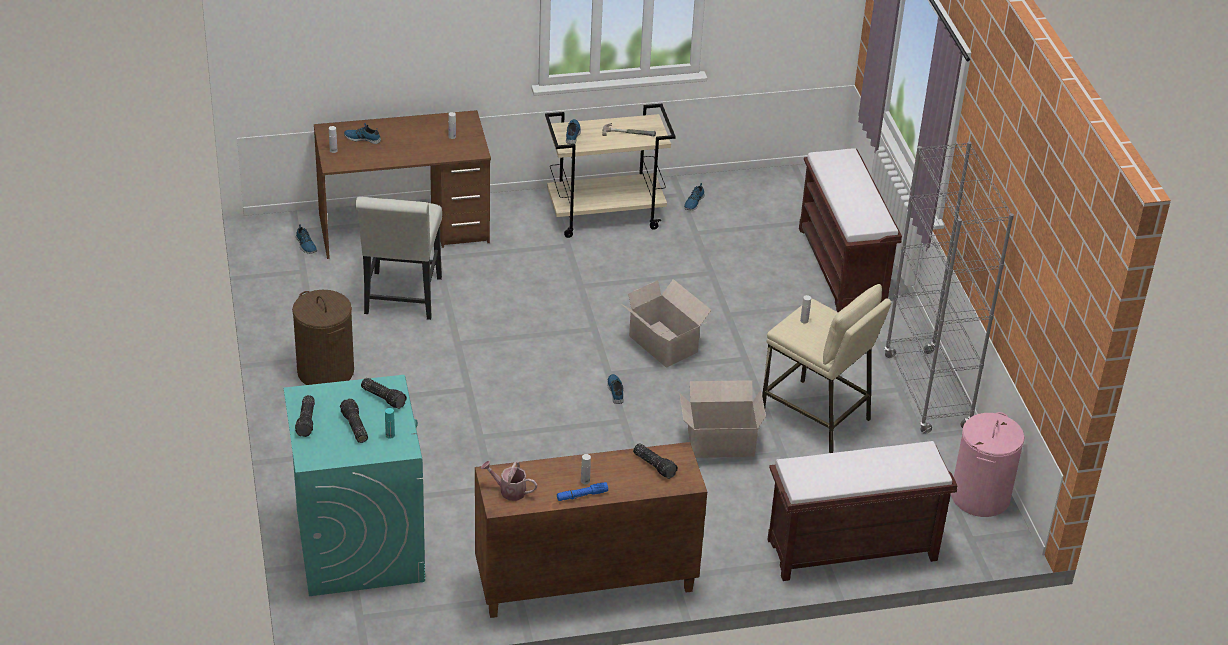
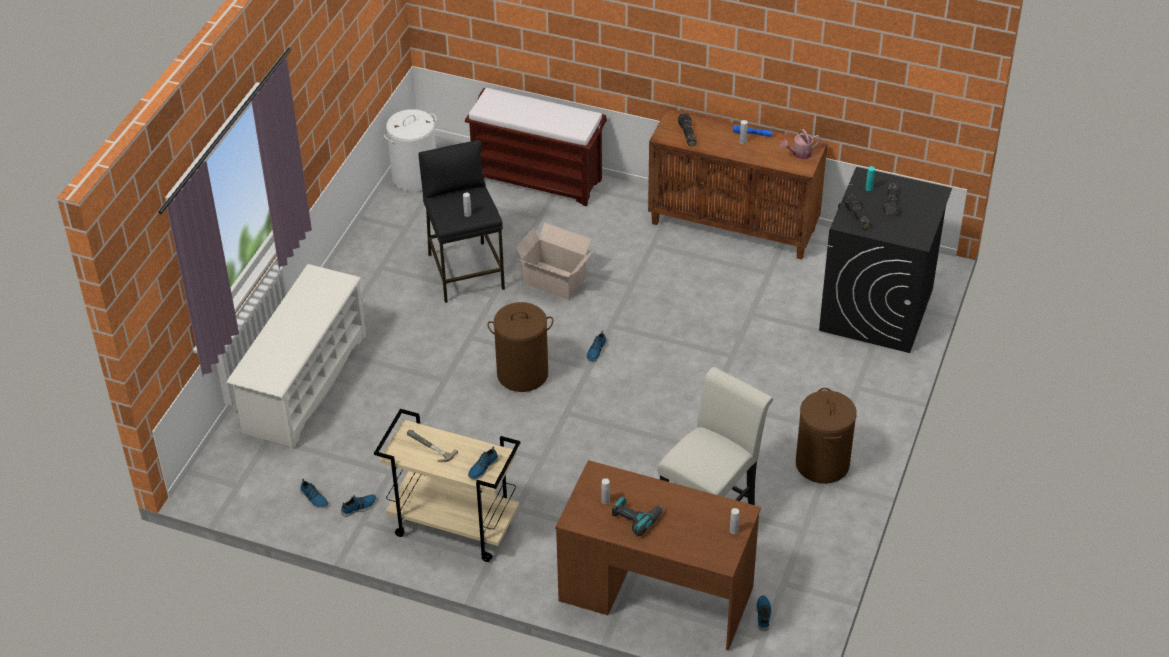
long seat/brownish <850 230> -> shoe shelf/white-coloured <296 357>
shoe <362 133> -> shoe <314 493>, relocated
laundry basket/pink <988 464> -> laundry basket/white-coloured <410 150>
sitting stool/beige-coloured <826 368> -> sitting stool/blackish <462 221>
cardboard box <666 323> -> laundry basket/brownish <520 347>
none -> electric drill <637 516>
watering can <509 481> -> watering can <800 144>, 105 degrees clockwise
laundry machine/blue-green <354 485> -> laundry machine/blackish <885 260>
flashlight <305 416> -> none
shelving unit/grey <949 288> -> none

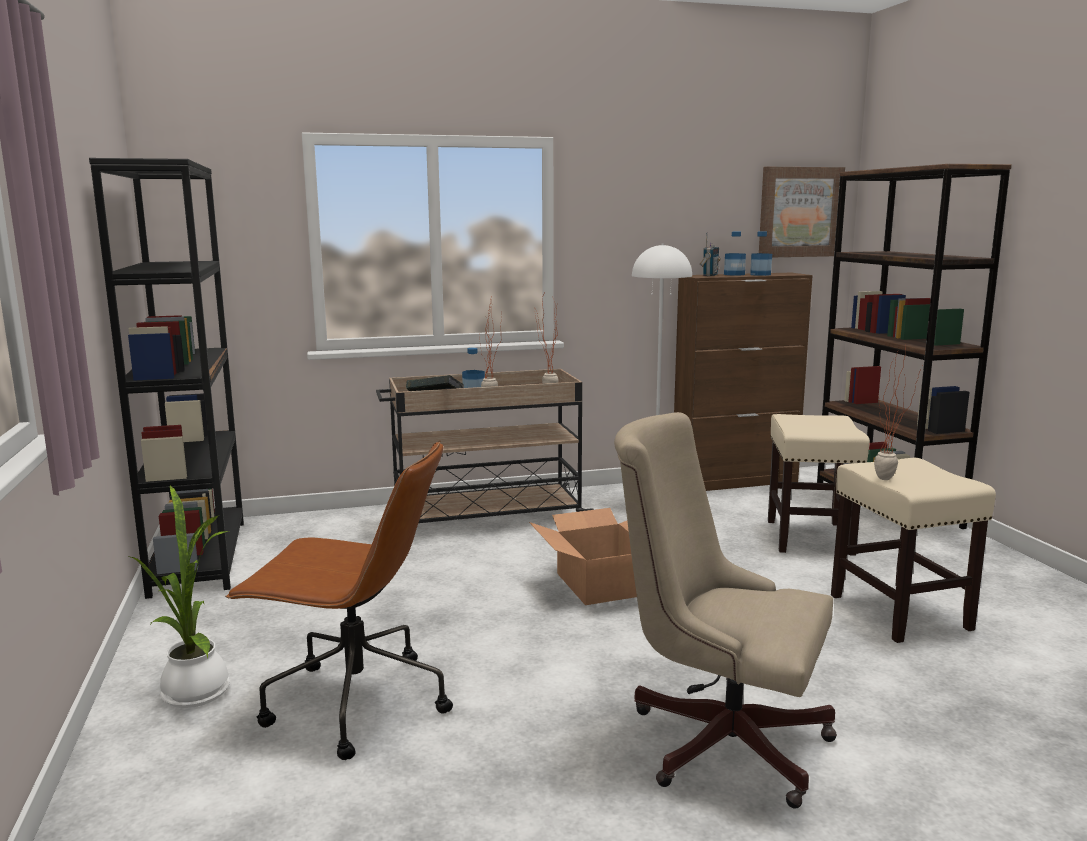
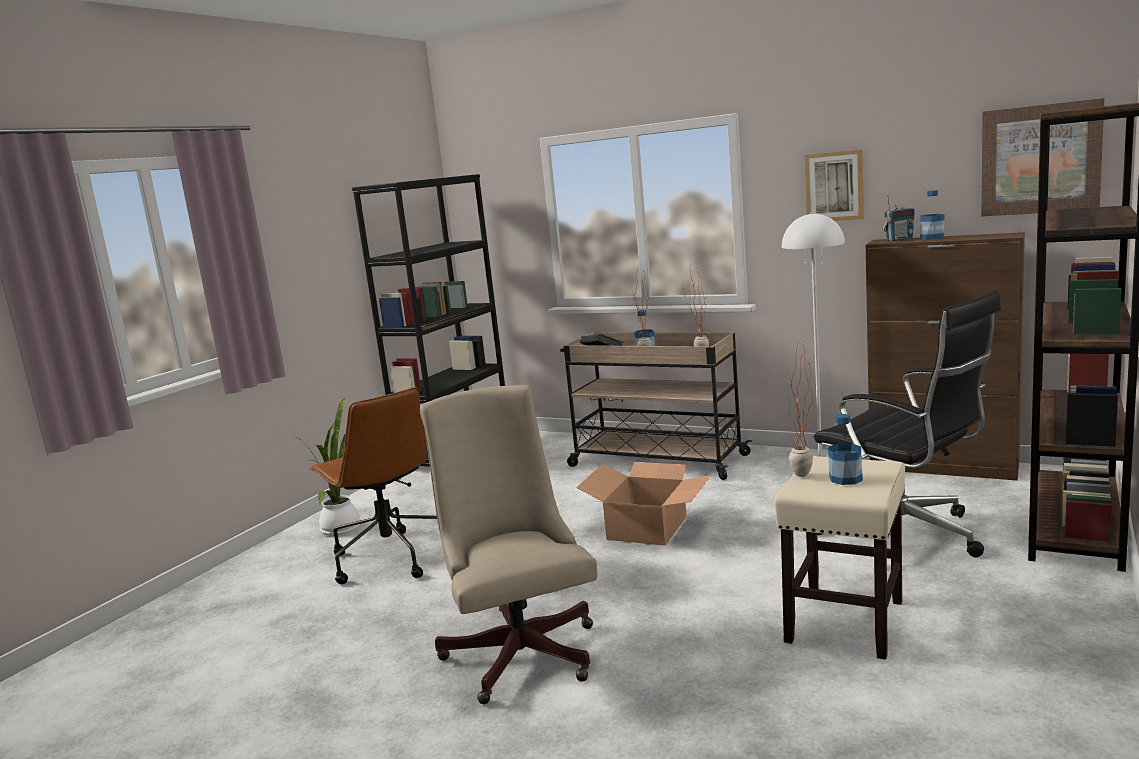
none -> wall art <834 185>
sitting stool/beige-coloured <819 485> -> computer chair/blackish <907 423>
drink bottle <761 253> -> drink bottle <845 449>, relocated

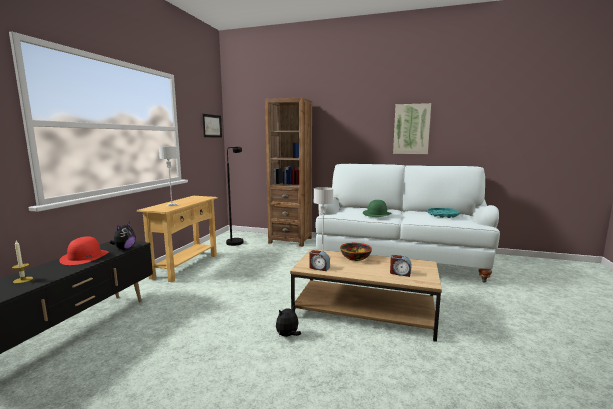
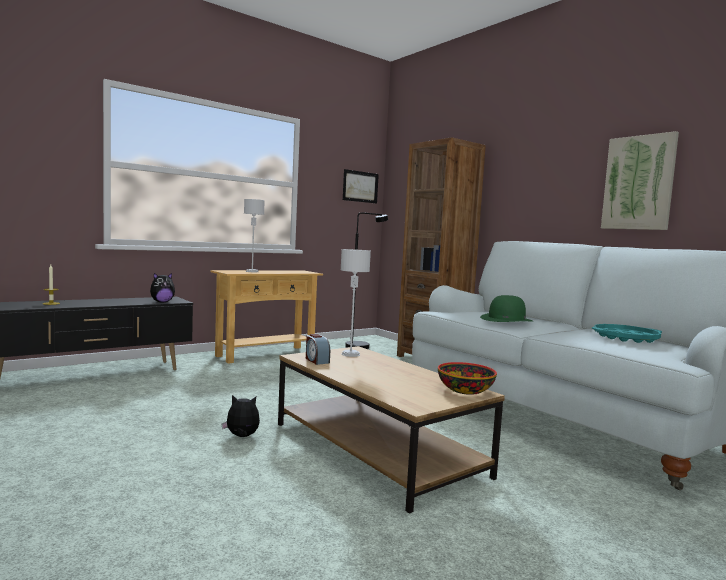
bowl <356 252> -> bowl <467 378>, relocated
hat/red-coloured <83 250> -> none
bedside clock <401 266> -> none

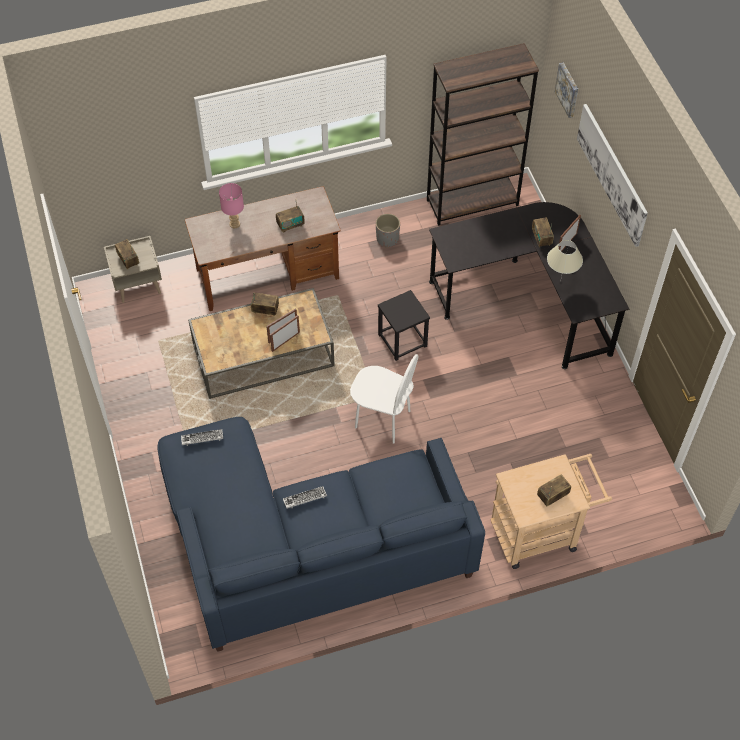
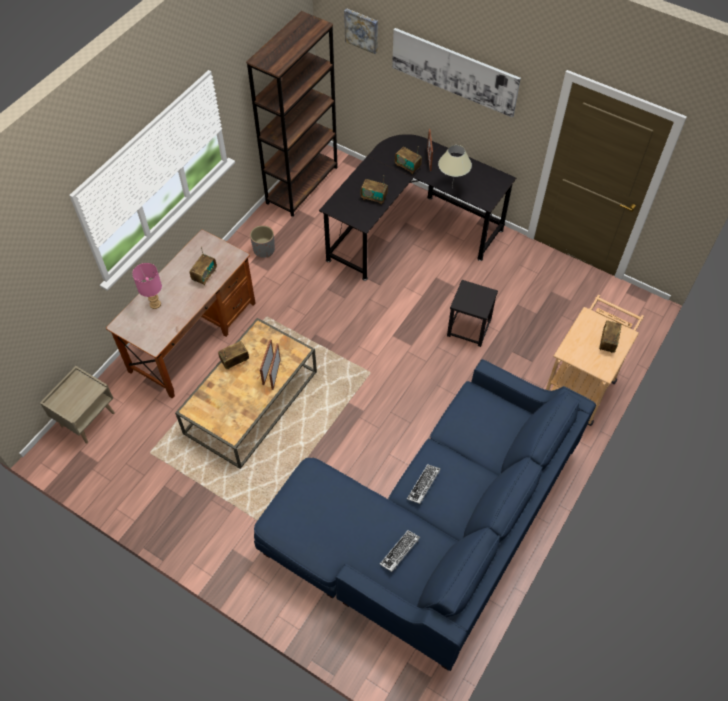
radio receiver <127 254> -> radio receiver <374 191>, relocated
PC keyboard <202 437> -> PC keyboard <399 551>, relocated
sitting stool/blackish <404 325> -> sitting stool/blackish <472 313>, relocated
chair/white-coloured <384 399> -> none

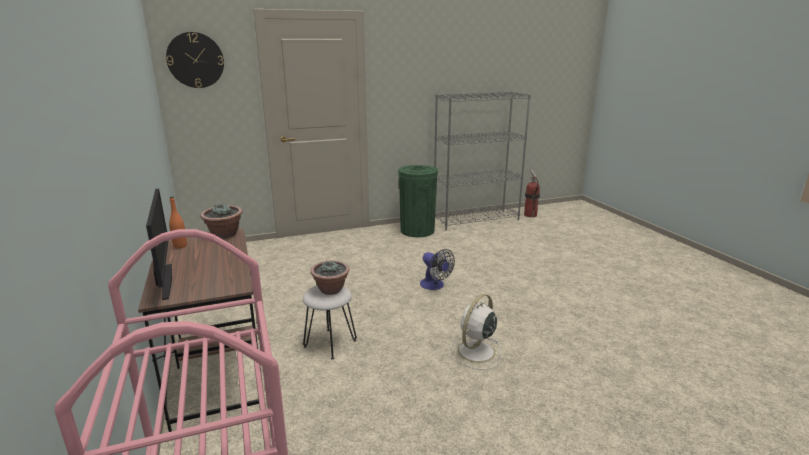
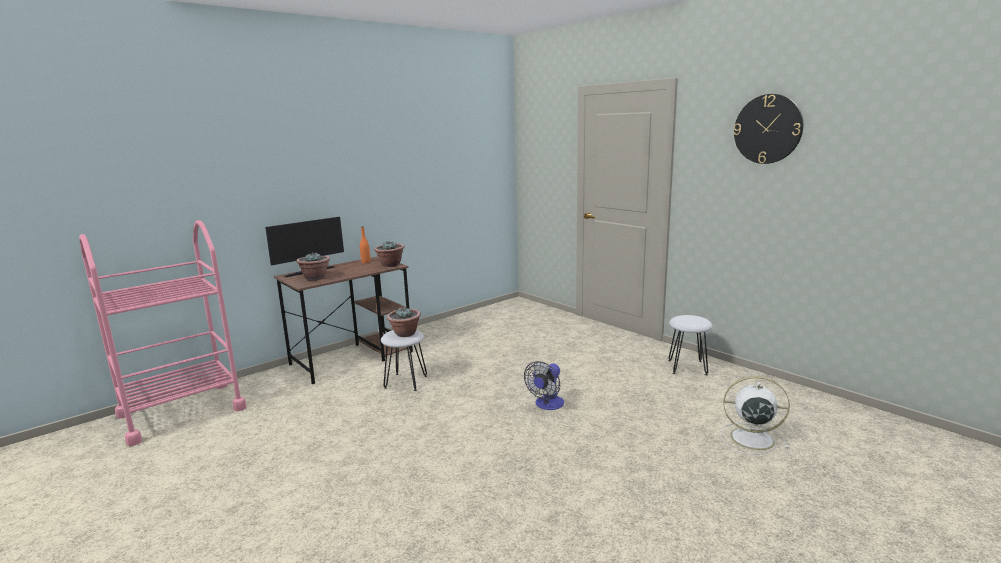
none -> houseplant <313 266>
waste bin/green-coloured <418 201> -> sitting stool/white-coloured <690 345>
cooling fan/white-coloured <475 332> -> cooling fan/white-coloured <755 415>, relocated
wall clock <195 60> -> wall clock <768 129>, relocated
shelving unit/grey <482 161> -> none
fire extinguisher <532 194> -> none

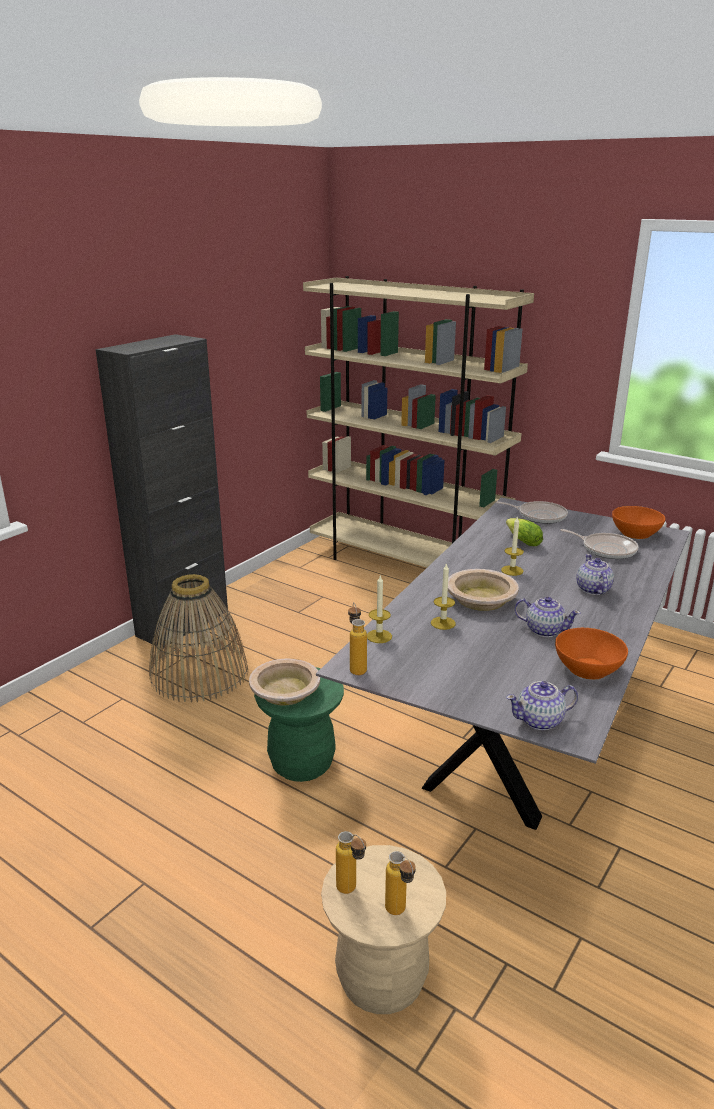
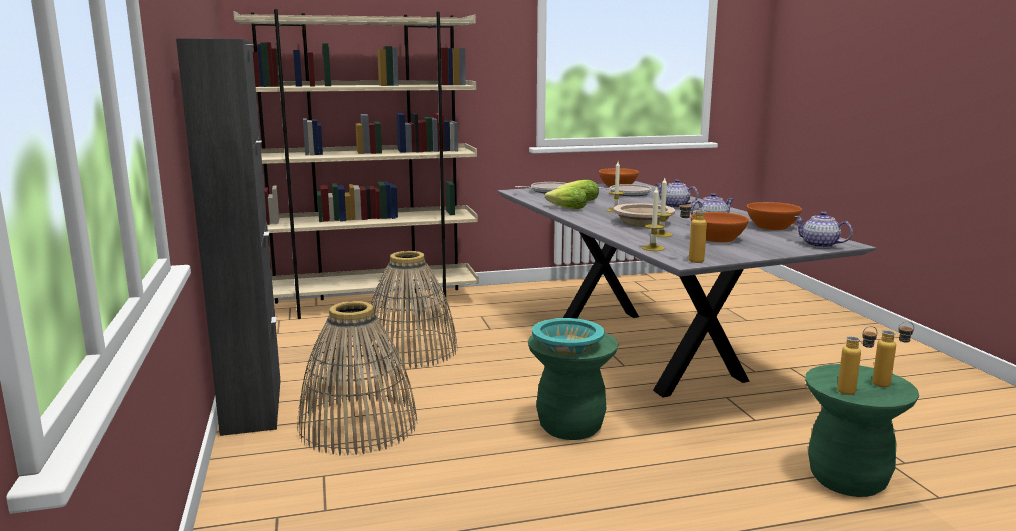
none -> storage basket <413 310>
bowl/beige-coloured <284 682> -> bowl/blue-green <568 336>
none -> lettuce <566 198>
none -> bowl/orange-coloured <720 227>
teapot <542 705> -> teapot <823 229>, 105 degrees clockwise
sitting stool/beige-coloured <383 929> -> sitting stool/green-coloured <862 430>

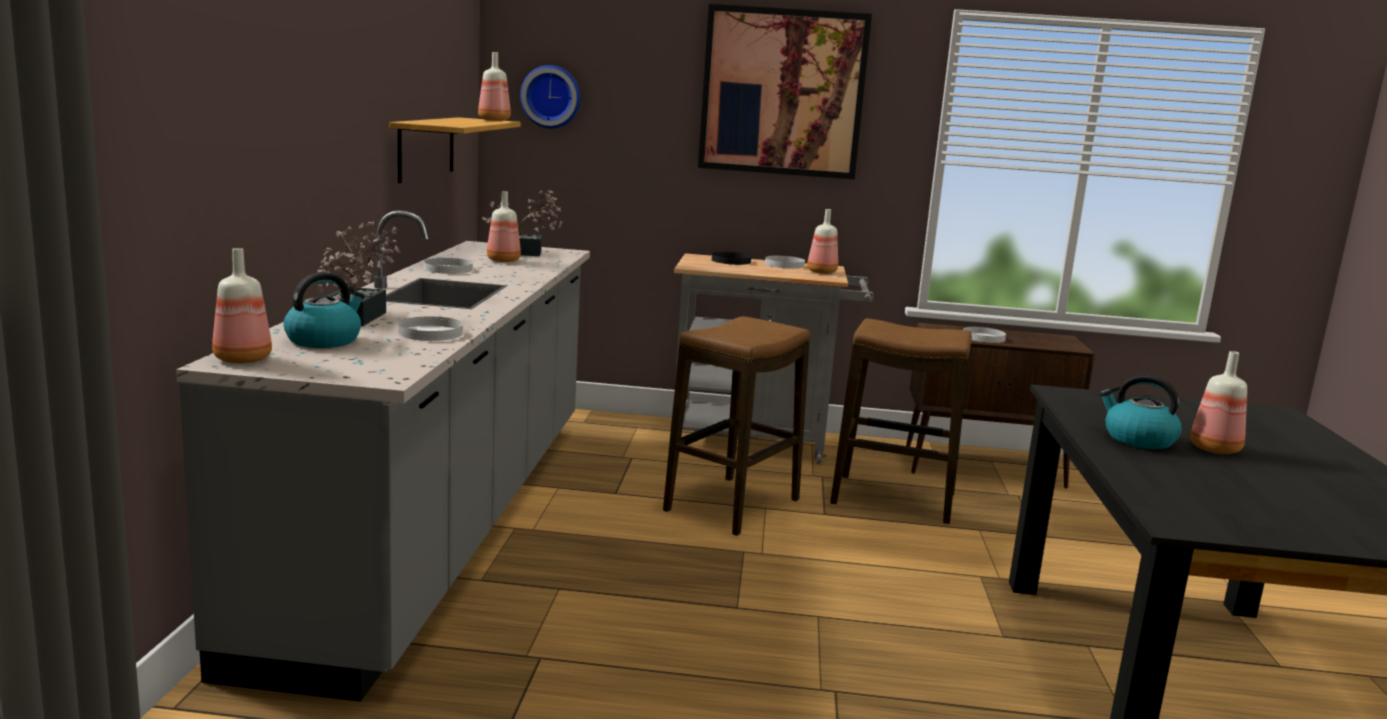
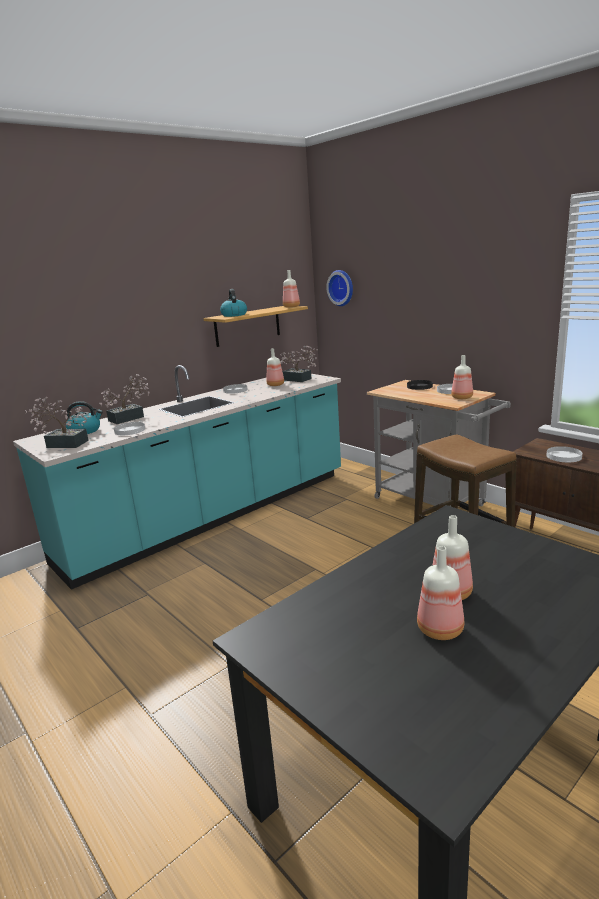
kitchen base unit/grey <383 456> -> kitchen base unit/blue-green <177 477>
none -> houseplant <58 422>
kettle <1140 412> -> kettle <233 303>, relocated
drink bottle <242 305> -> drink bottle <440 593>, relocated
sitting stool <736 426> -> none
wall art <785 92> -> none

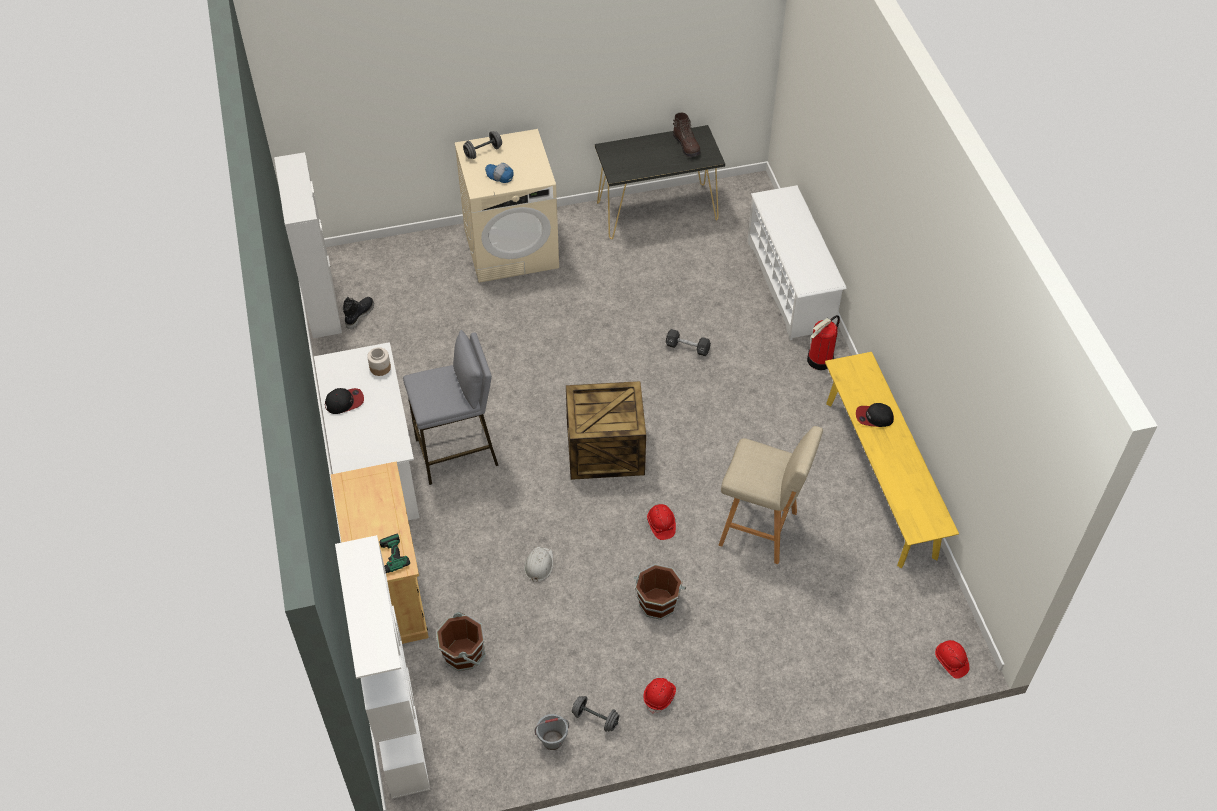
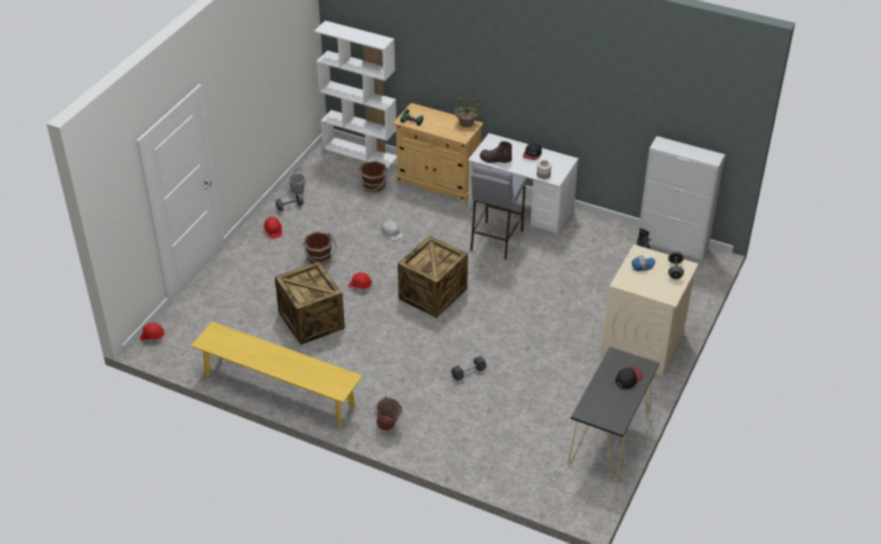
sitting stool/beige-coloured <771 495> -> crate <310 303>
fire extinguisher <823 342> -> water bucket <388 413>
none -> houseplant <468 110>
tall boot/brownish <687 135> -> tall boot/brownish <496 152>, relocated
baseball cap <875 415> -> baseball cap <629 377>, relocated
shoe shelf/white-coloured <797 262> -> none

